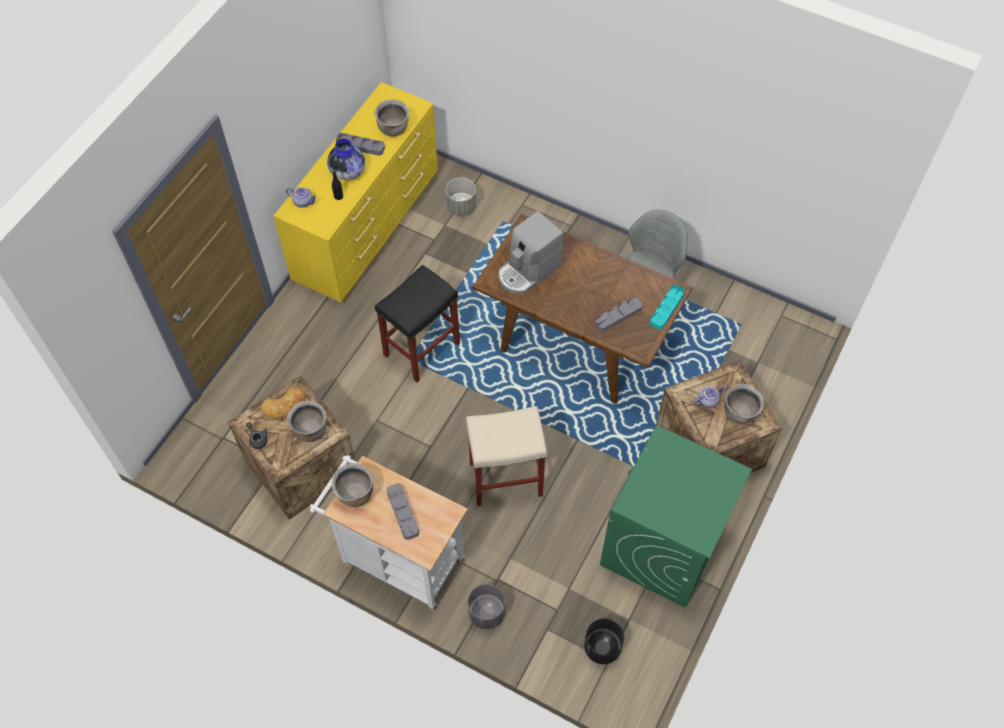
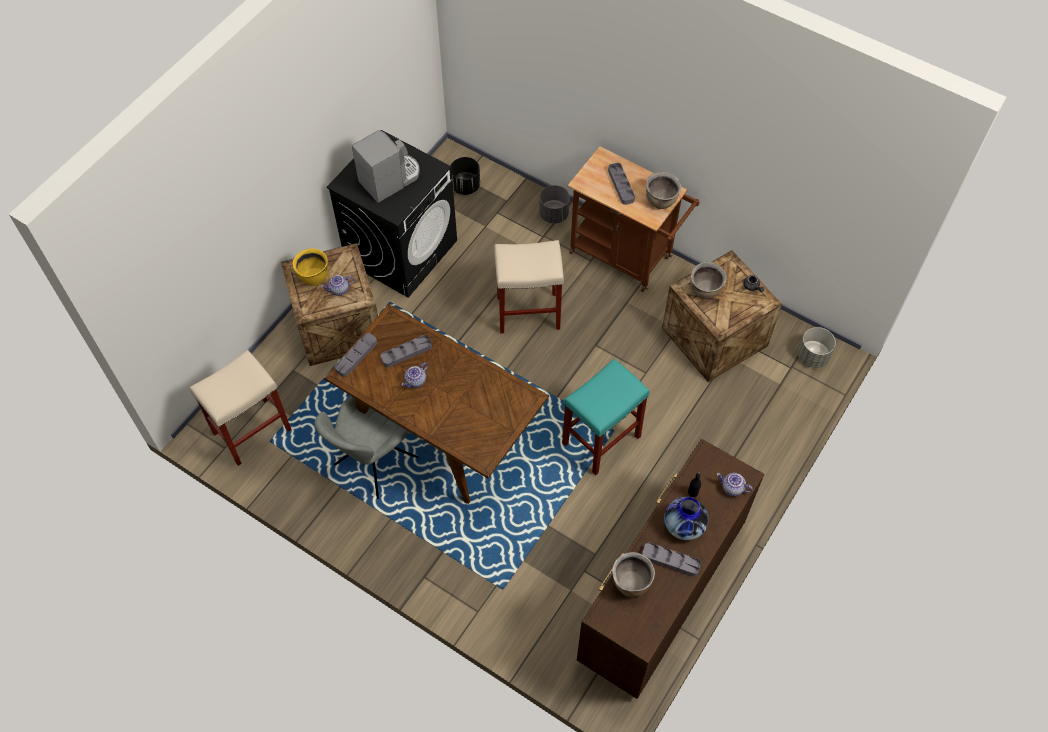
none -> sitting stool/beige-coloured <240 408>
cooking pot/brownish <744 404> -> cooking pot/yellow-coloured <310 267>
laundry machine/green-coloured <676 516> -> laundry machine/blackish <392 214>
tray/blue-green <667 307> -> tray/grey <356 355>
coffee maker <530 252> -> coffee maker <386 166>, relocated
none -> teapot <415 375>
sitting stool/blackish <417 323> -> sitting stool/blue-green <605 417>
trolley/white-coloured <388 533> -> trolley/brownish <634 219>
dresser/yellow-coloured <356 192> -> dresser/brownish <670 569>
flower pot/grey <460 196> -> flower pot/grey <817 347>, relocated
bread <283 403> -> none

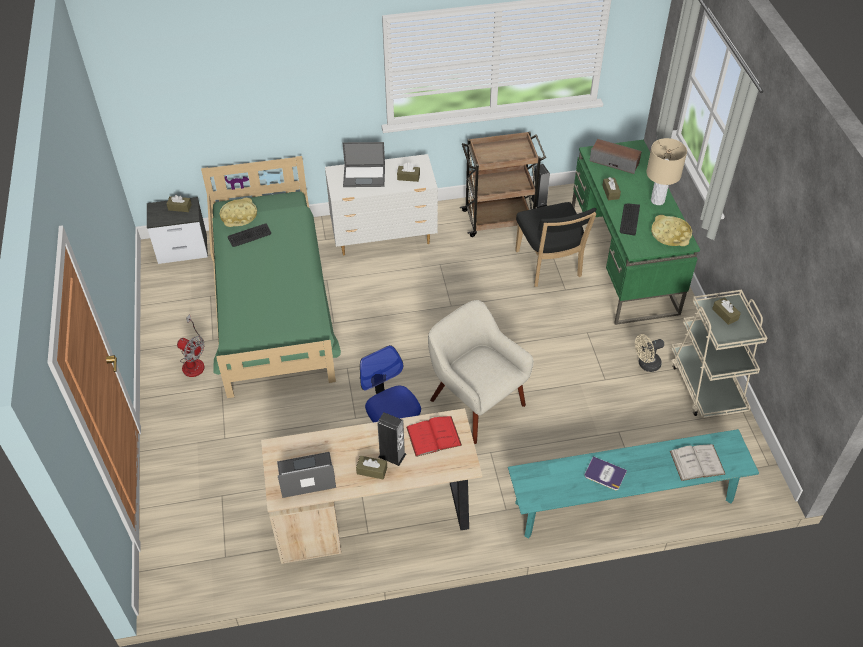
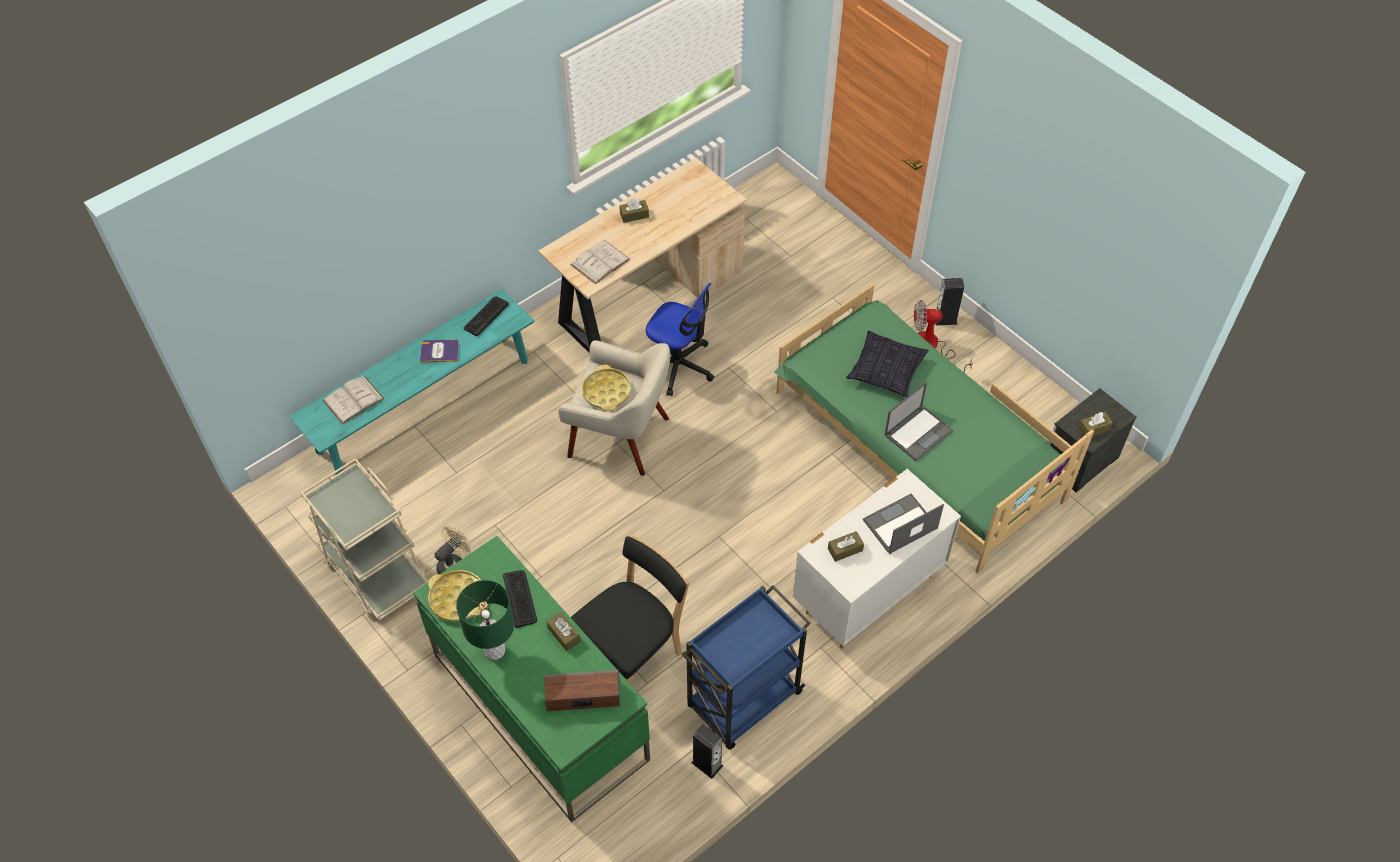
table lamp/beige-coloured <666 171> -> table lamp/green-coloured <485 620>
PC keyboard <249 235> -> PC keyboard <486 316>, relocated
bound book/red-coloured <434 436> -> bound book/white-coloured <600 262>
chair/blackish <555 244> -> chair/blackish <630 610>, 90 degrees clockwise
tray/yellow-coloured <238 212> -> tray/yellow-coloured <606 388>, relocated
trolley/brownish <503 184> -> trolley/blue <746 667>
none -> pillow <887 364>
portable computer <306 475> -> portable computer <918 421>, relocated
loudspeaker <391 439> -> loudspeaker <950 302>, relocated
tissue holder/brownish <726 311> -> none

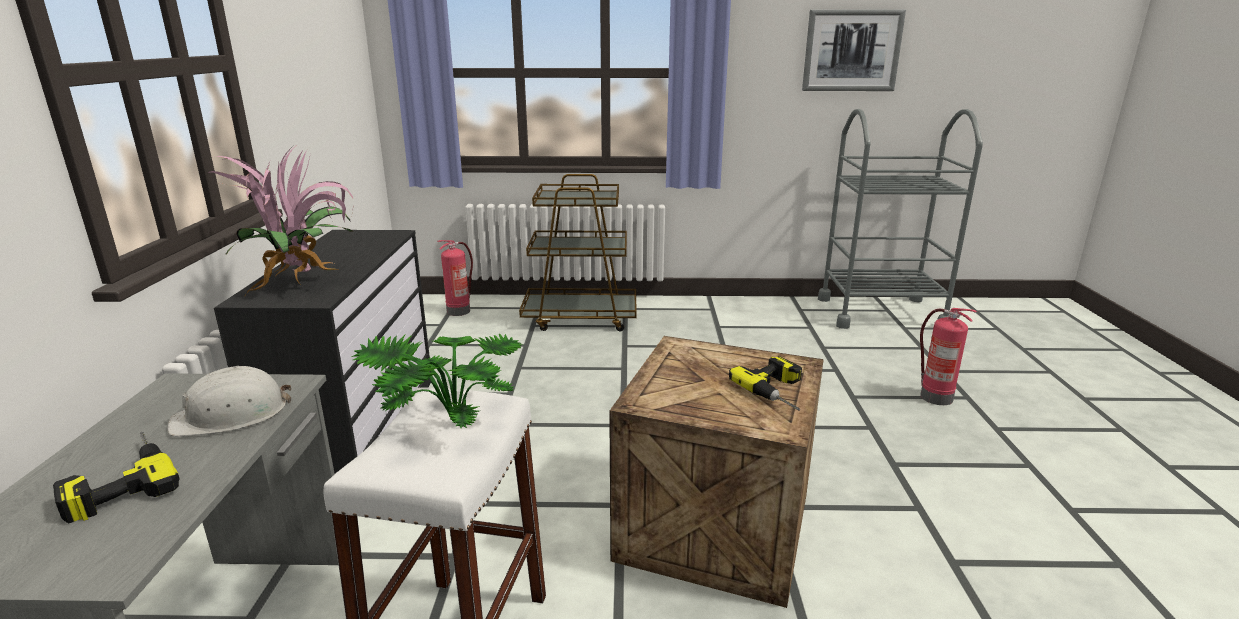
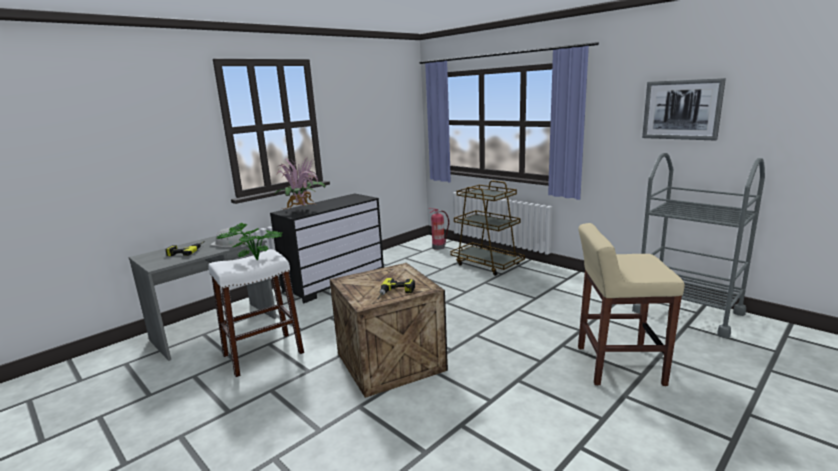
fire extinguisher <948 356> -> sitting stool/beige-coloured <631 304>

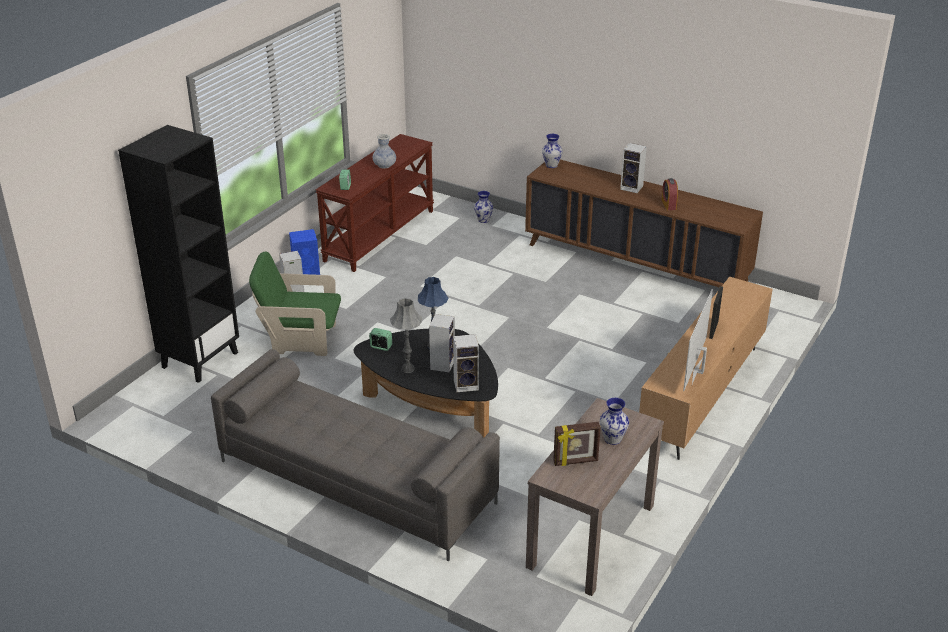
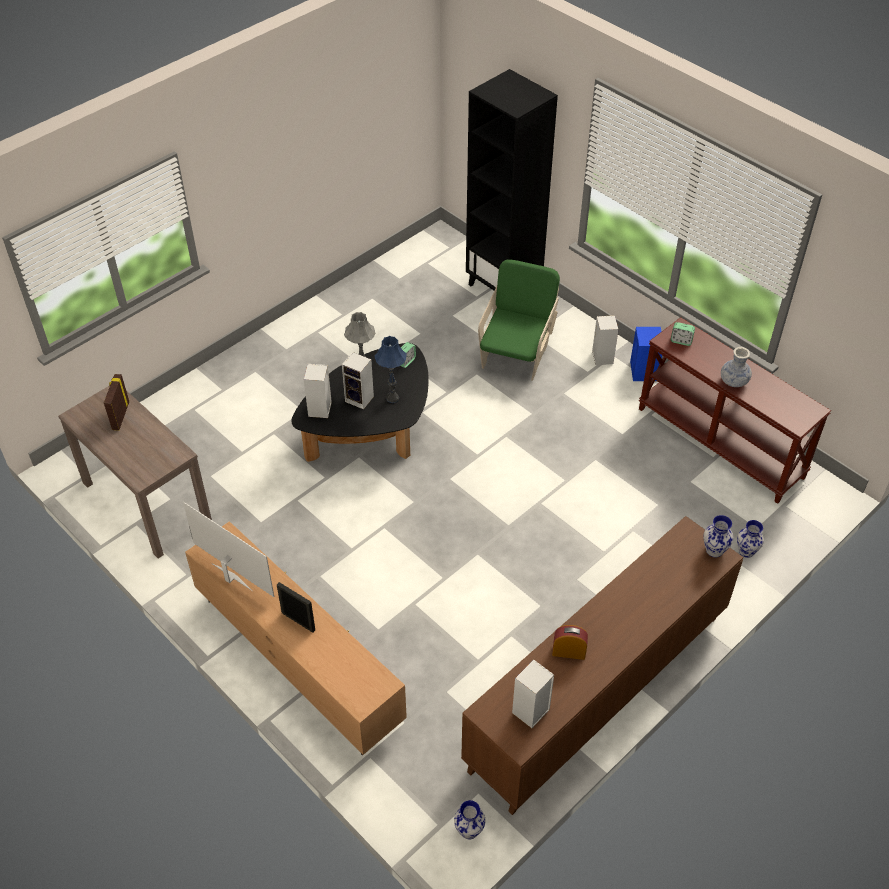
decorative vase <614 421> -> decorative vase <470 819>, relocated
loudspeaker <633 168> -> loudspeaker <533 693>, relocated
sofa/grey <355 455> -> none

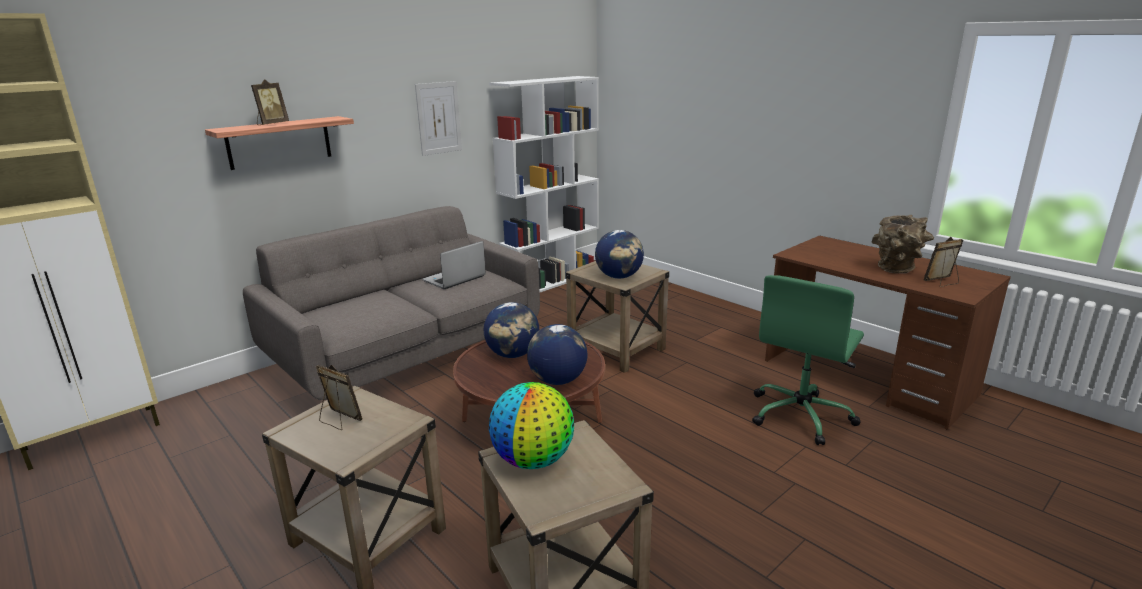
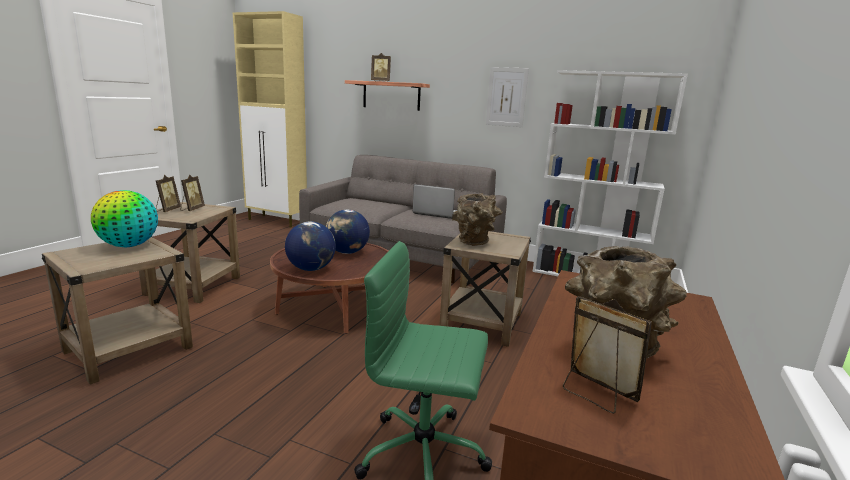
none -> standing frame <168 193>
world globe <619 254> -> decorative vase/brownish <477 219>

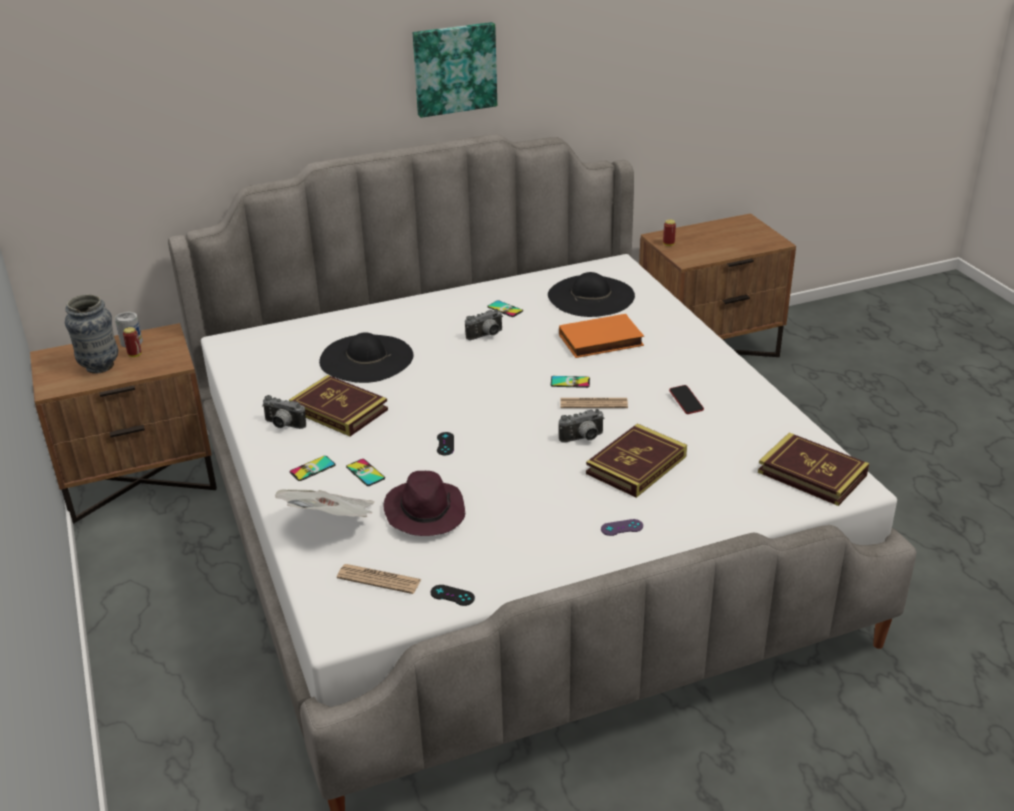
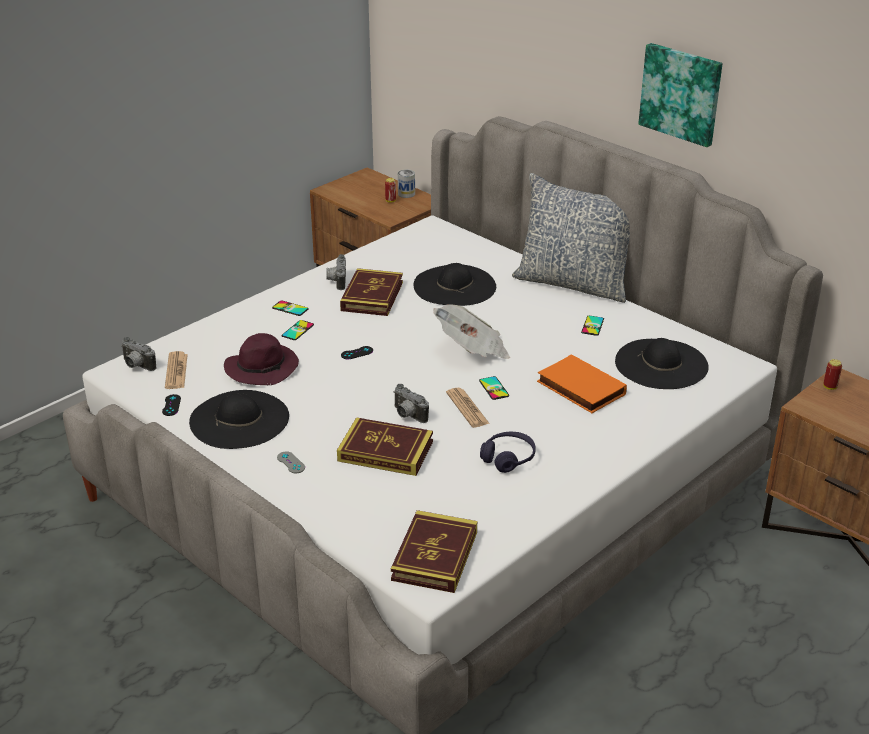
still camera <484 324> -> still camera <139 354>, relocated
none -> hat/blackish <239 419>
game controller/purple <622 527> -> game controller/grey <291 462>
daily paper <324 503> -> daily paper <471 332>, relocated
telephone <686 399> -> headset/purple <508 452>
none -> pillow <571 238>
decorative vase <91 334> -> none

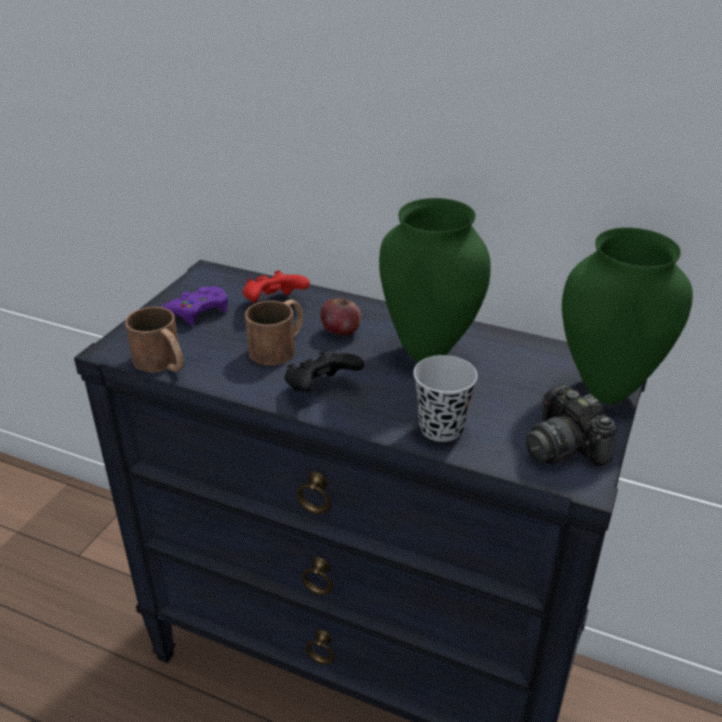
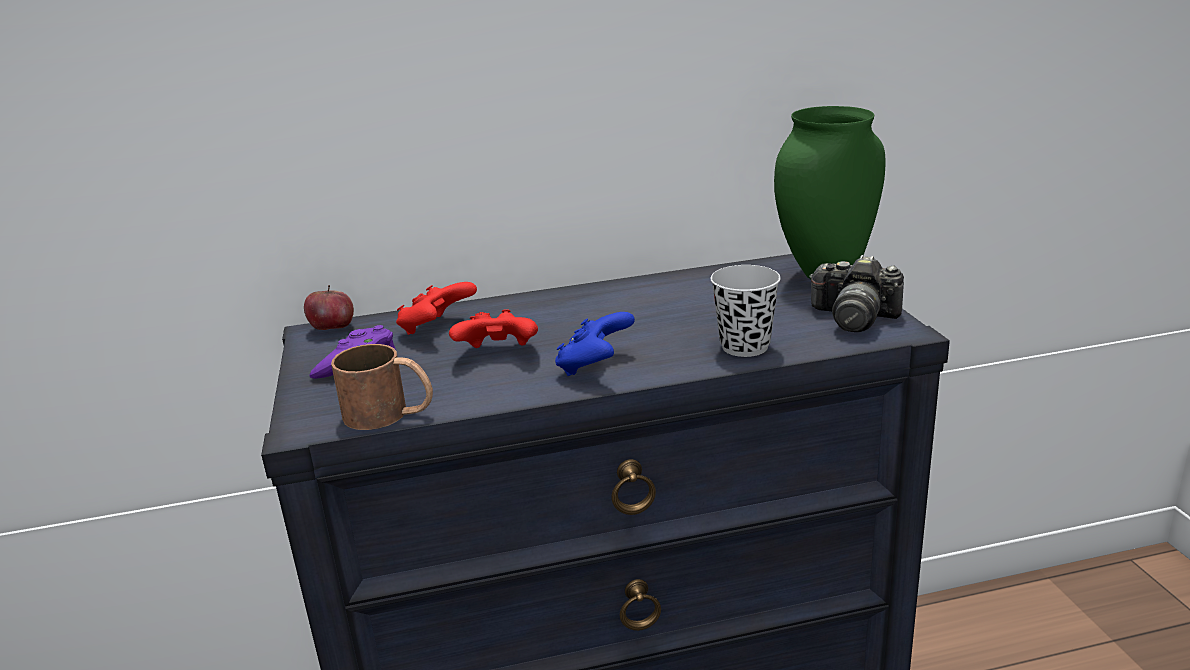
apple <341 316> -> apple <329 307>, relocated
mug/brownish <274 332> -> game controller/red-coloured <493 328>
game controller/blackish <324 371> -> game controller/blue <595 344>
decorative vase/green-coloured <435 280> -> none

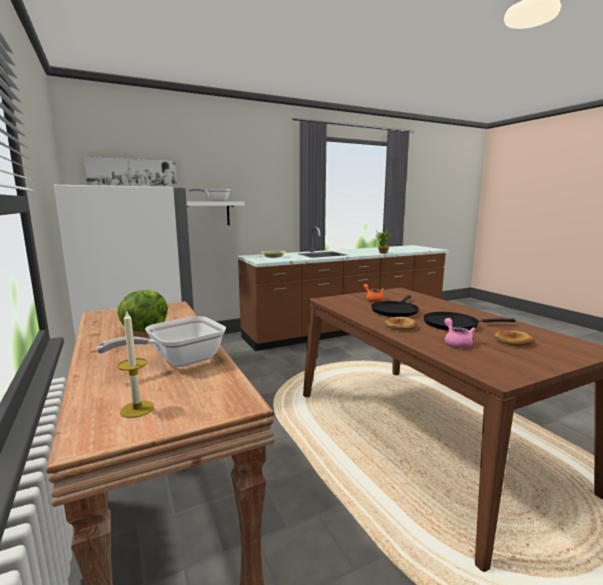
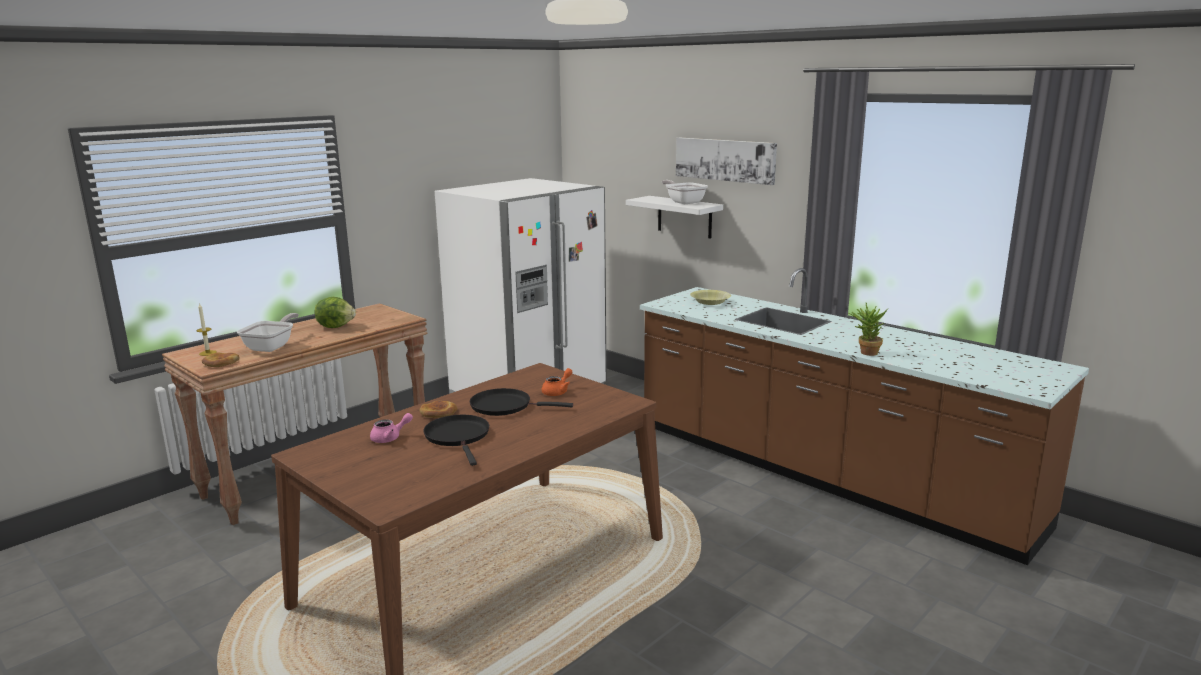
bread <514 338> -> bread <221 359>, relocated
pan <161 341> -> pan <268 332>, 75 degrees clockwise
wall art <130 172> -> wall art <726 161>, relocated

